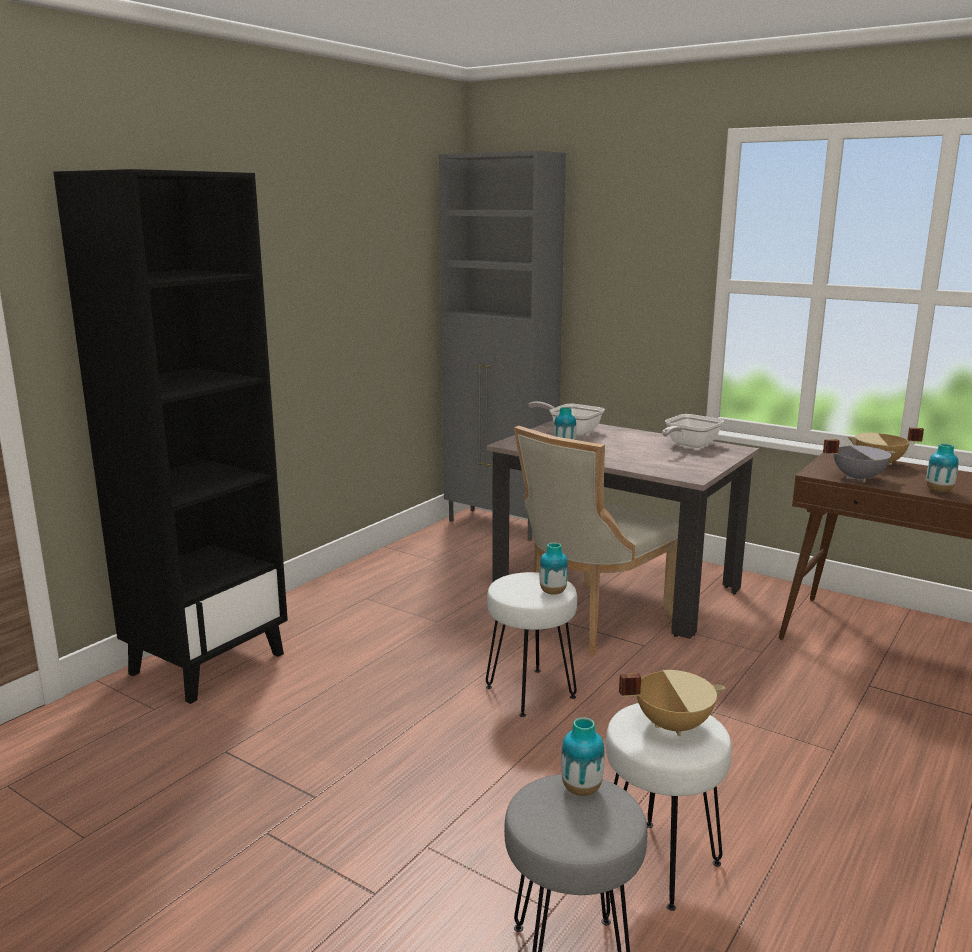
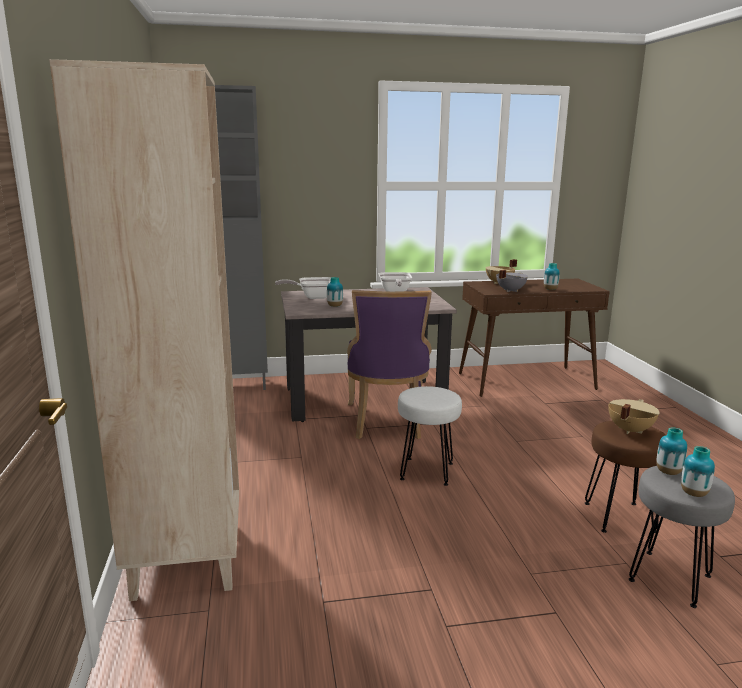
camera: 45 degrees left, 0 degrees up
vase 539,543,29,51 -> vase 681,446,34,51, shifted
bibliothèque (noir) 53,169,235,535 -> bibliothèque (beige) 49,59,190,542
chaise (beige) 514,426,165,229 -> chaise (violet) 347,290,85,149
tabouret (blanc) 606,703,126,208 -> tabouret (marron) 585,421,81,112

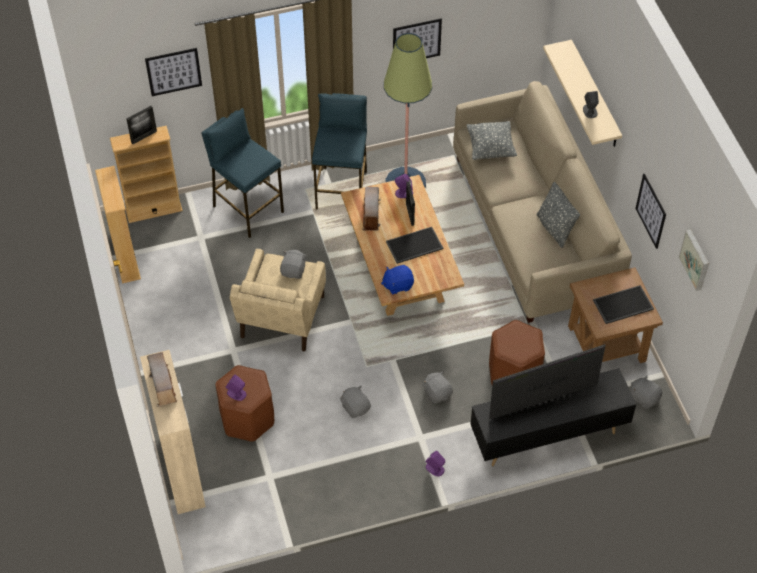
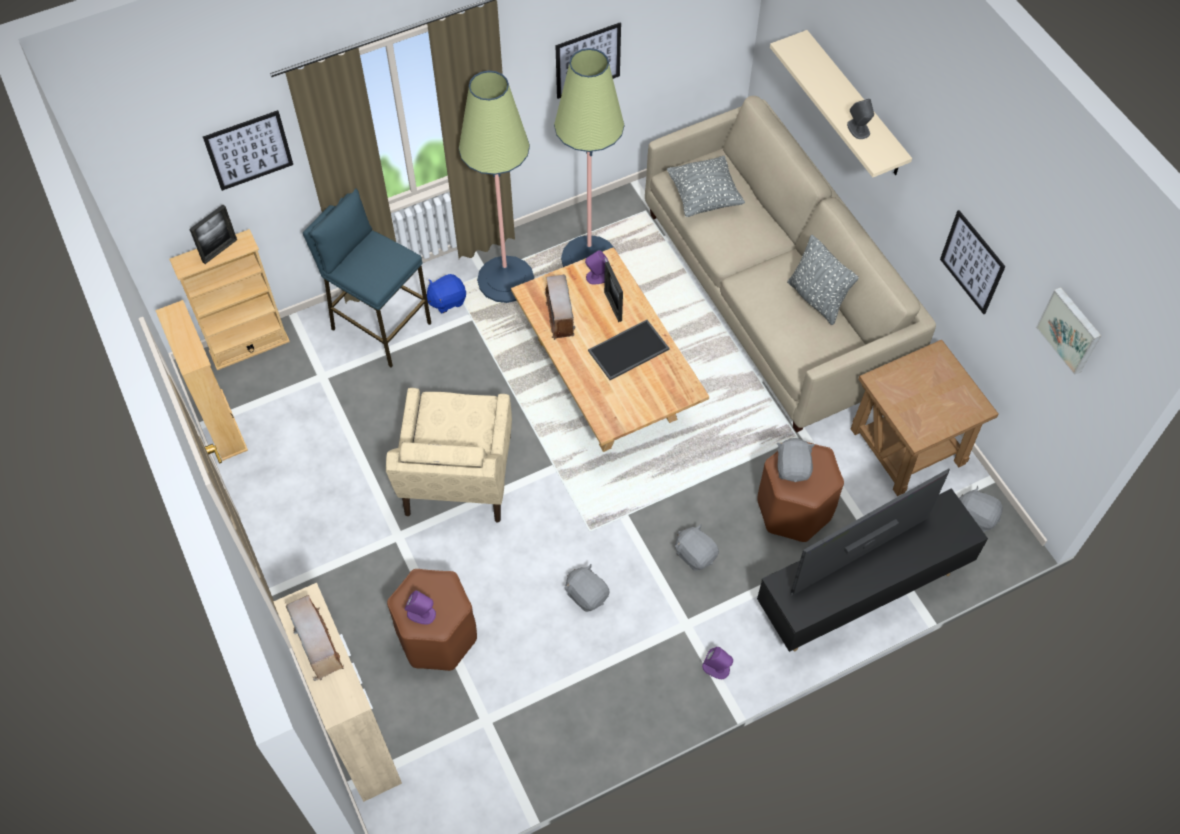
camera: 10 degrees left, 5 degrees up
plateau 593,285,61,39 -> none
peluche (gris) 280,250,27,29 -> peluche (gris) 777,438,38,44, shifted
peluche (bleu) 381,265,33,29 -> peluche (bleu) 427,274,39,40, shifted
tabouret (bleu) 312,93,55,117 -> lampadaire 459,71,75,232

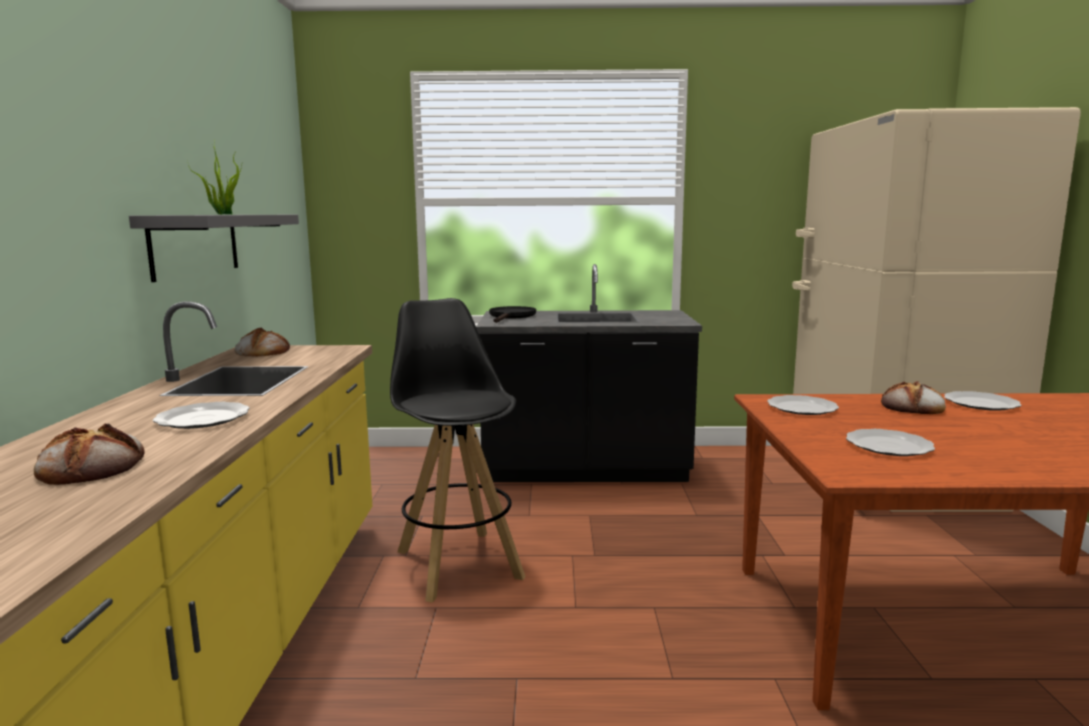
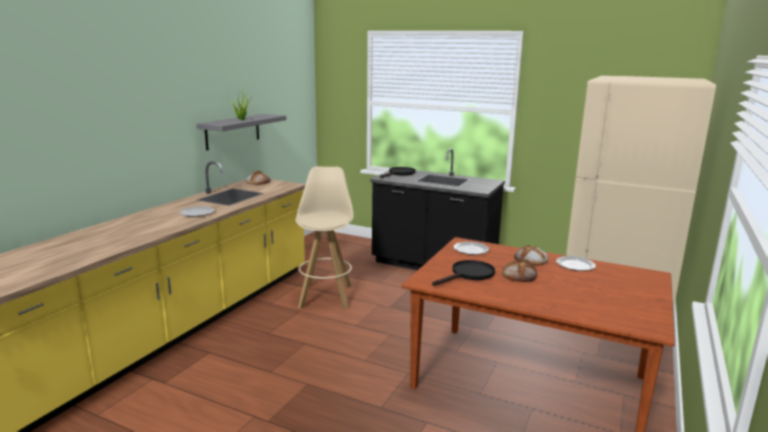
camera: 25 degrees right, 5 degrees up
pain 34,423,111,62 -> pain 502,260,35,22, shifted
assiette 846,429,89,27 -> poêle (noir) 432,260,63,26
tabouret (noir) 390,298,136,305 -> tabouret (beige) 295,166,59,144

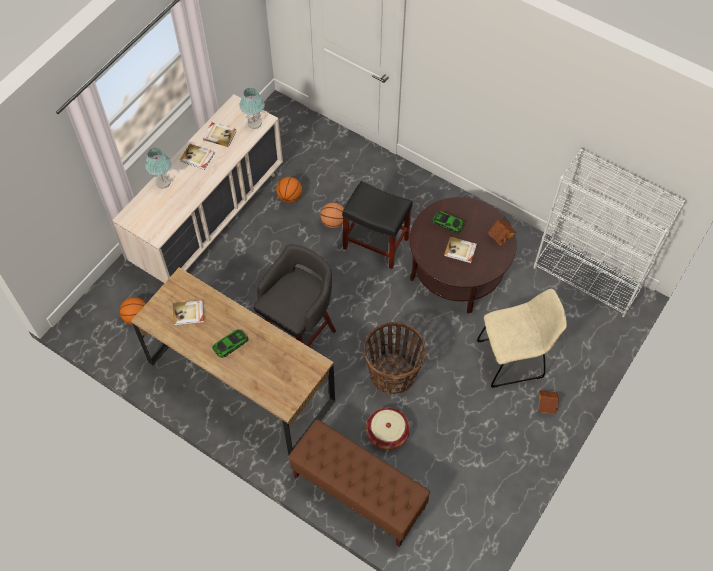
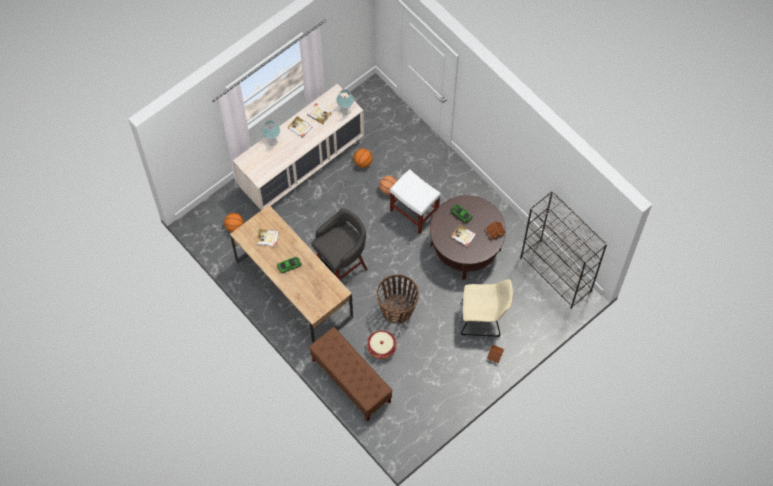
camera: 15 degrees right, 5 degrees up
tabouret (noir) 342,181,71,88 -> tabouret (blanc) 390,169,51,65
bibliothèque (blanc) 533,149,153,168 -> bibliothèque (noir) 521,191,86,118

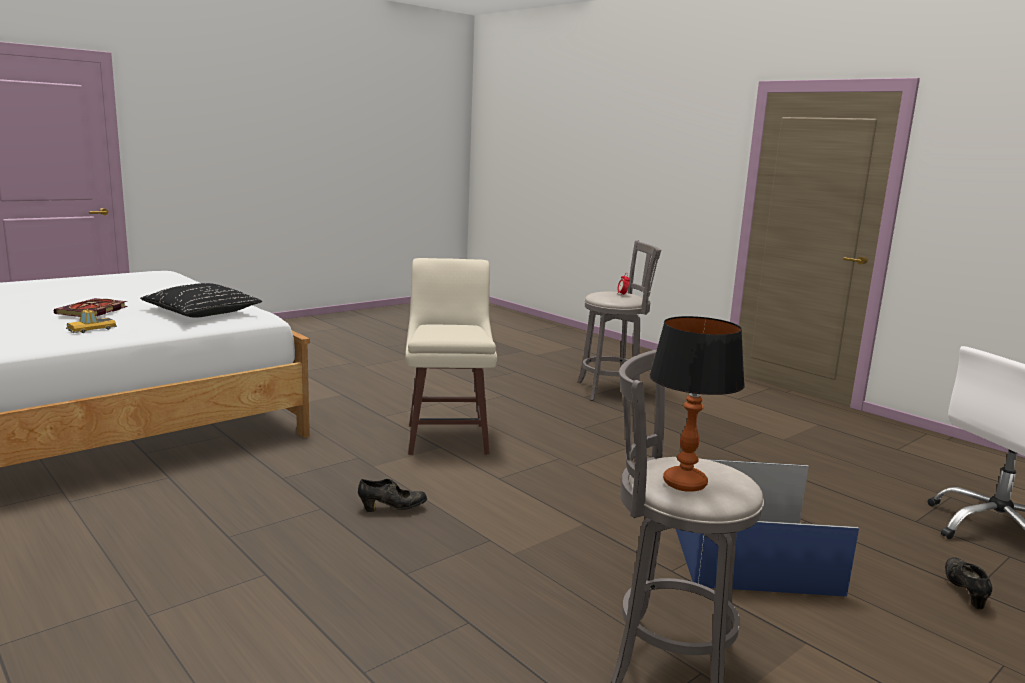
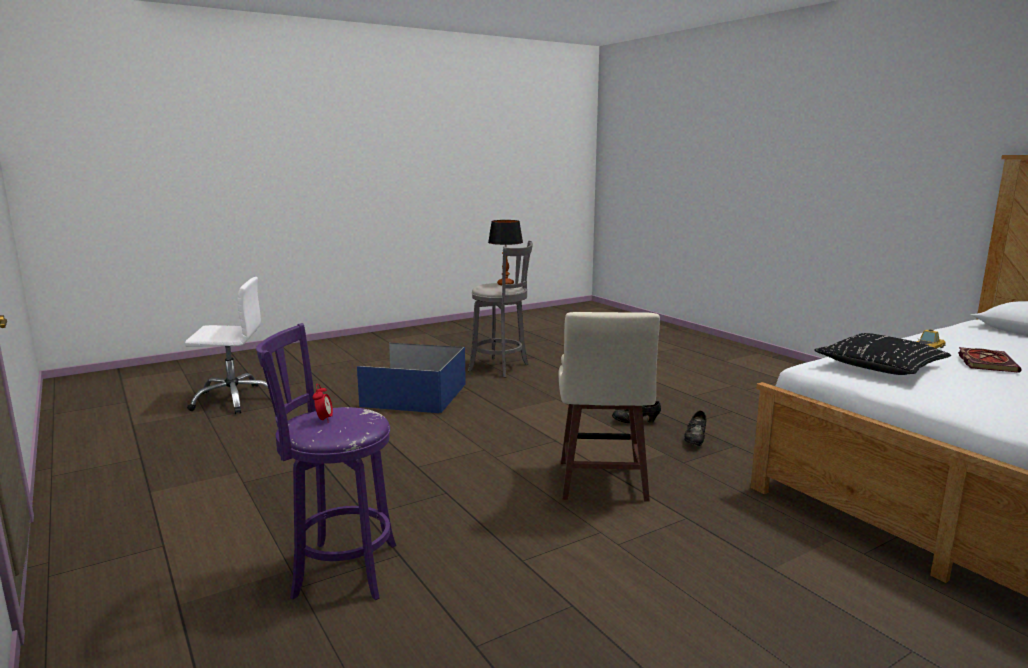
camera: 170 degrees left, 0 degrees up
chaussure (noir) 945,558,47,52 -> chaussure (noir) 684,411,22,35, shifted
tabouret (gris) 577,240,84,161 -> tabouret (violet) 256,323,140,277

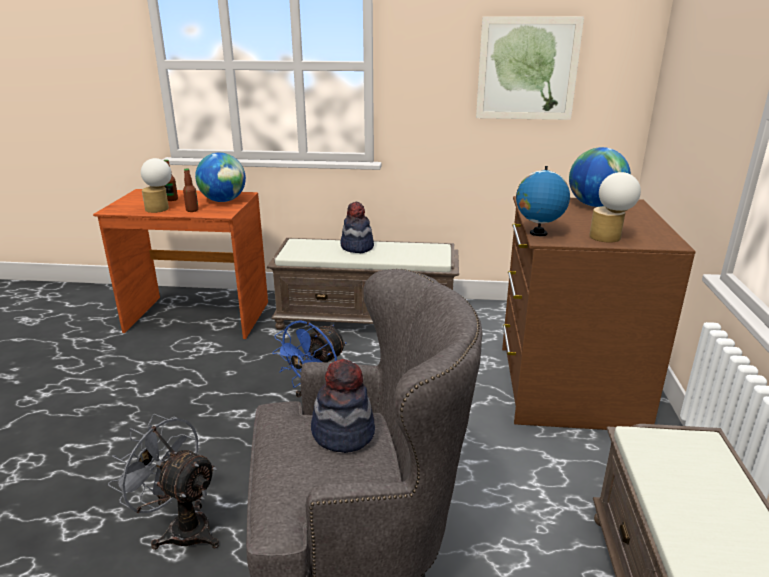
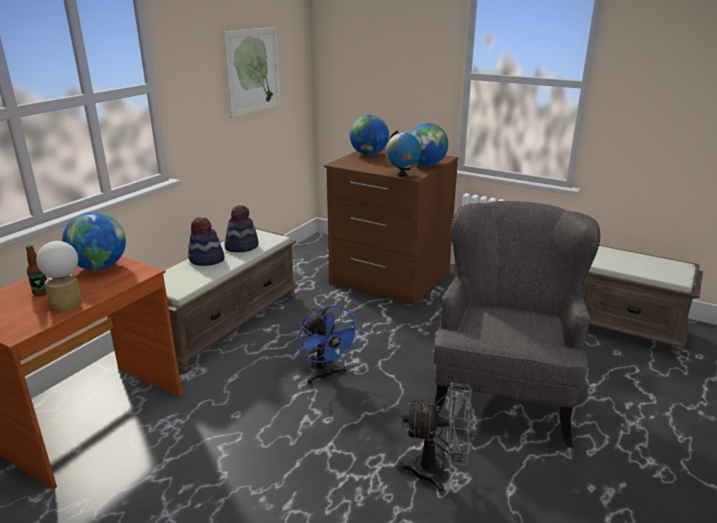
camera: 65 degrees left, 0 degrees up
bouteille 183,168,16,44 -> none
chapeau 311,359,64,94 -> chapeau 224,205,35,47, shifted
lampe de table 589,172,52,71 -> globe 409,123,39,43
ventilateur (gris) 108,414,111,136 -> ventilateur (gris) 397,382,75,111, 135 degrees counterclockwise

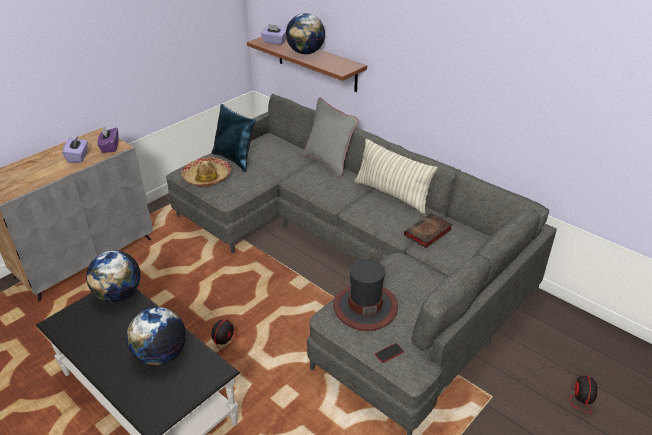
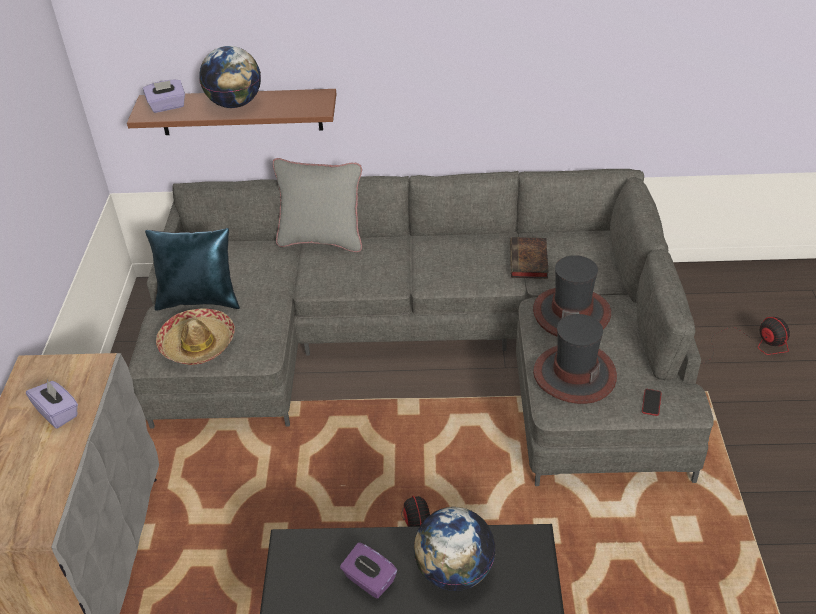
camera: 40 degrees left, 5 degrees up
globe 86,250,55,52 -> none
coussin 355,138,83,76 -> none
none -> chapeau 533,255,78,81
boîte à mouchoirs (violet) 97,127,22,26 -> boîte à mouchoirs (violet) 340,542,57,57, shifted

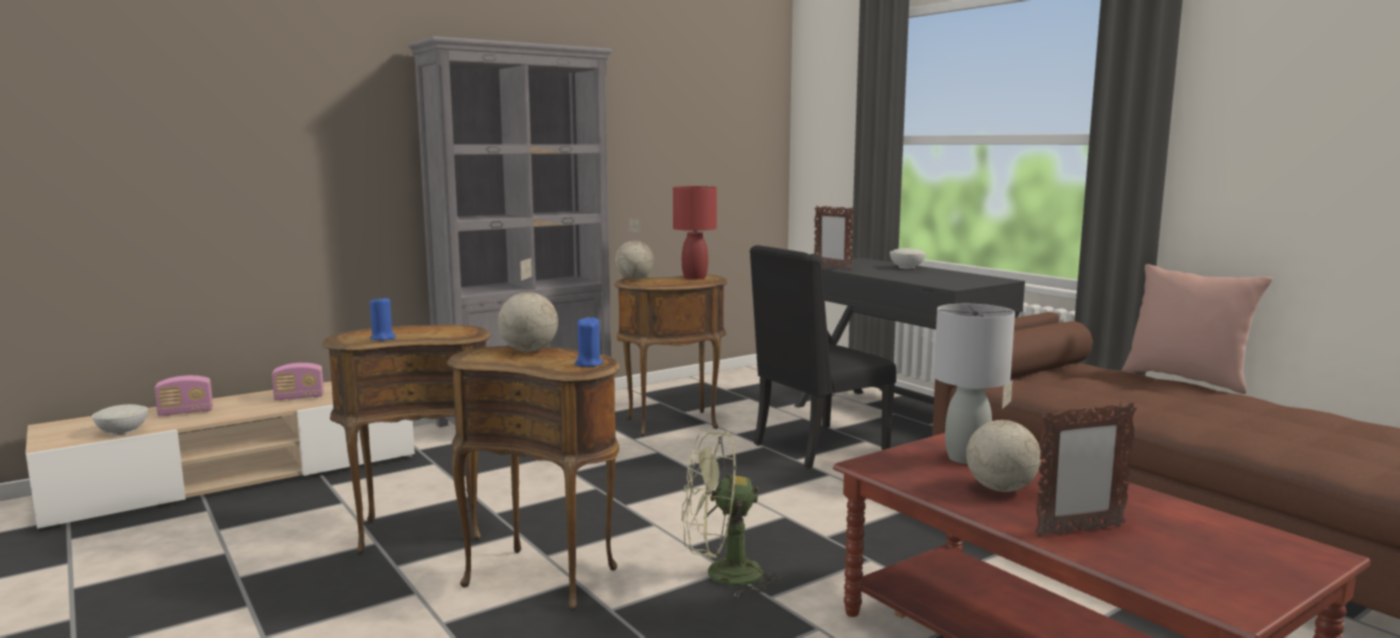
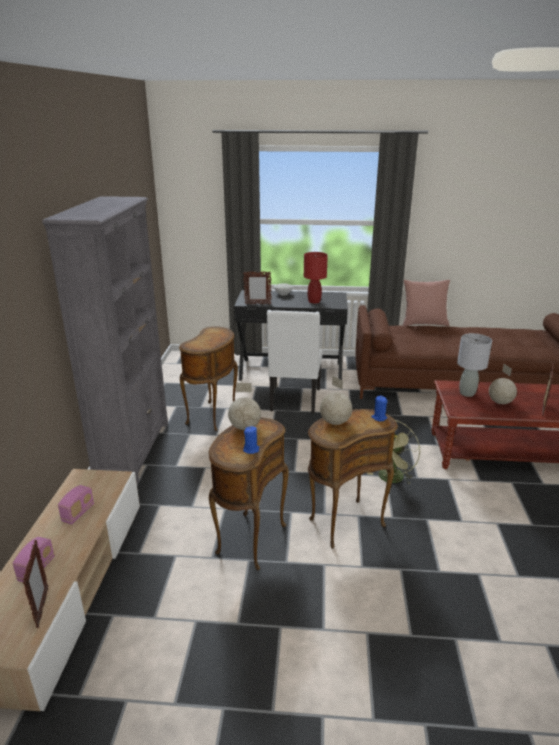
camera: 50 degrees left, 15 degrees up
globe 615,219,39,61 -> globe 228,383,33,47, shifted
lampe de table (rouge) 673,186,44,94 -> lampe de table (rouge) 304,252,24,52, shifted
bol (blanc) 92,404,56,31 -> cadre photo 23,540,25,88
chaise (noir) 750,245,146,224 -> chaise (blanc) 267,310,56,104

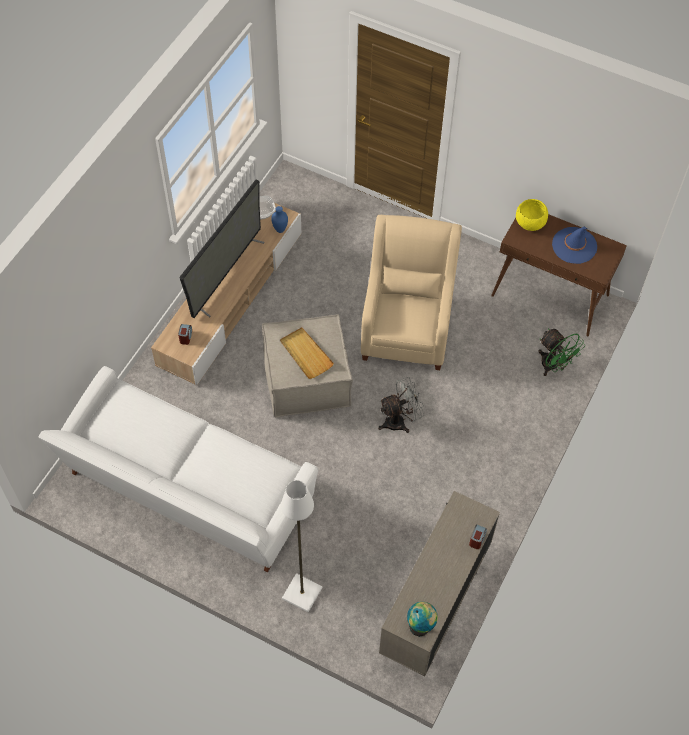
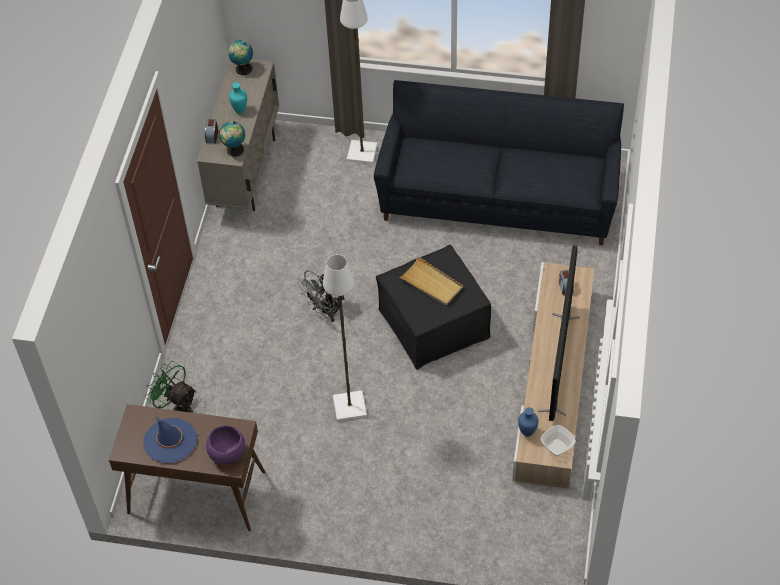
camera: 165 degrees right, 5 degrees down
none -> globe 219,121,26,36
none -> vase (turquoise) 229,82,18,32
fauteuil (beige) 361,215,101,155 -> lampadaire (blanc) 323,254,44,168
canapé (blanc) 39,366,279,206 -> canapé (noir) 374,80,250,165
pouf (beige) 262,314,91,104 -> pouf (noir) 376,244,115,126
bol (jaune) 516,199,32,32 -> bol (violet) 206,425,39,39

